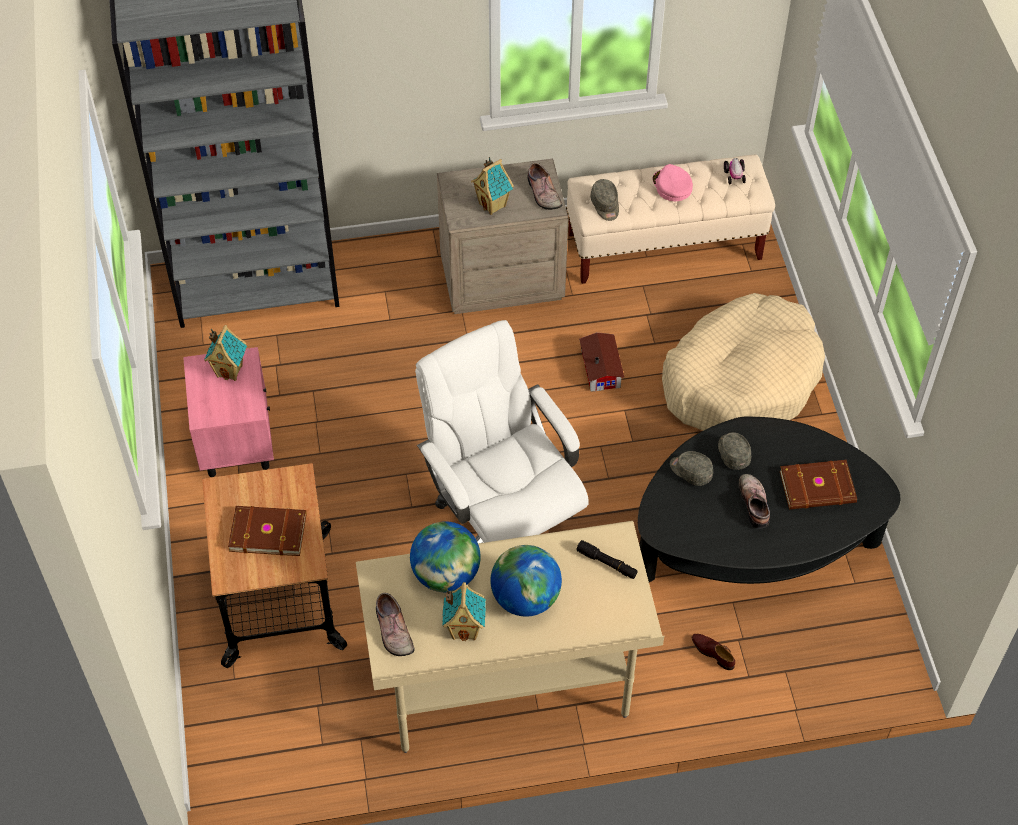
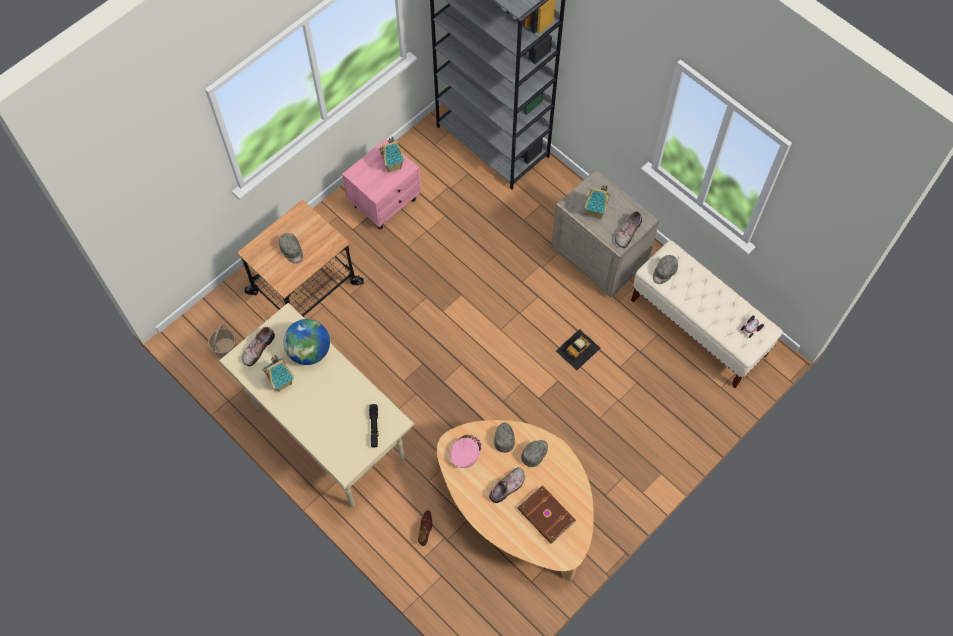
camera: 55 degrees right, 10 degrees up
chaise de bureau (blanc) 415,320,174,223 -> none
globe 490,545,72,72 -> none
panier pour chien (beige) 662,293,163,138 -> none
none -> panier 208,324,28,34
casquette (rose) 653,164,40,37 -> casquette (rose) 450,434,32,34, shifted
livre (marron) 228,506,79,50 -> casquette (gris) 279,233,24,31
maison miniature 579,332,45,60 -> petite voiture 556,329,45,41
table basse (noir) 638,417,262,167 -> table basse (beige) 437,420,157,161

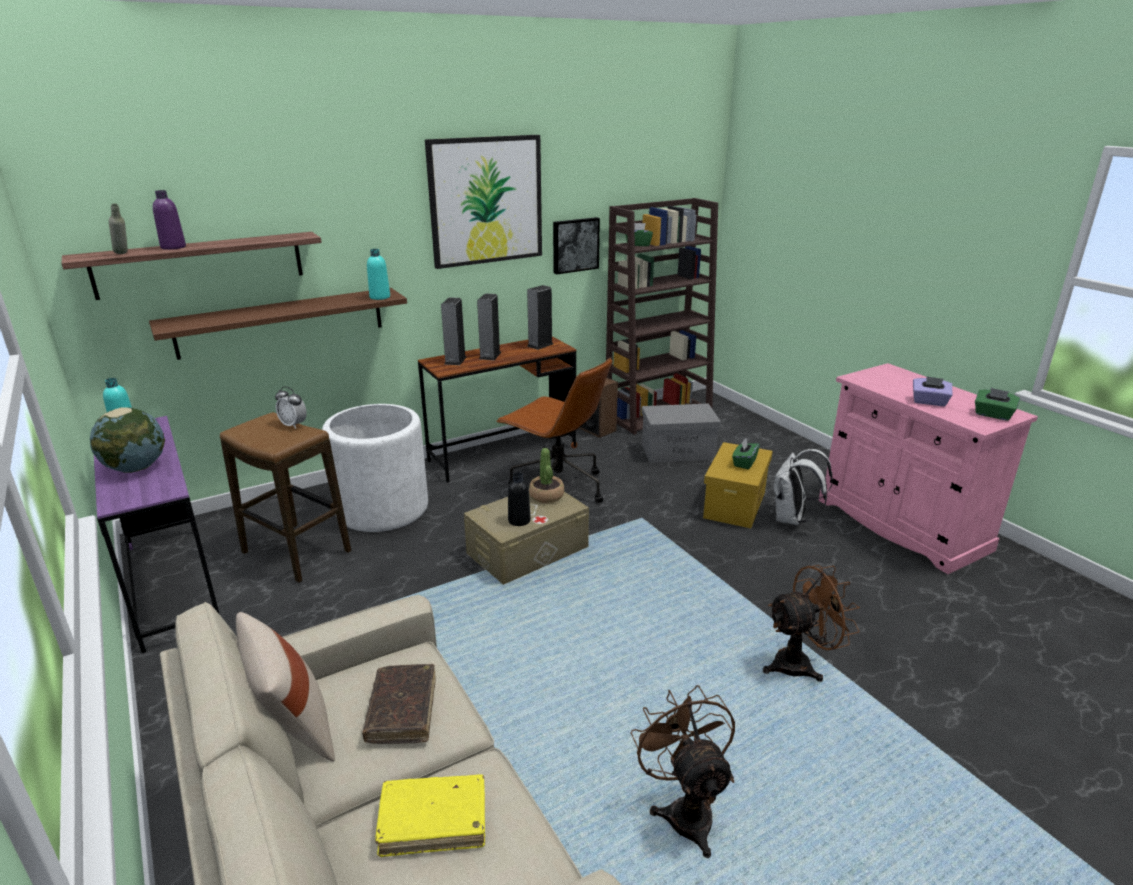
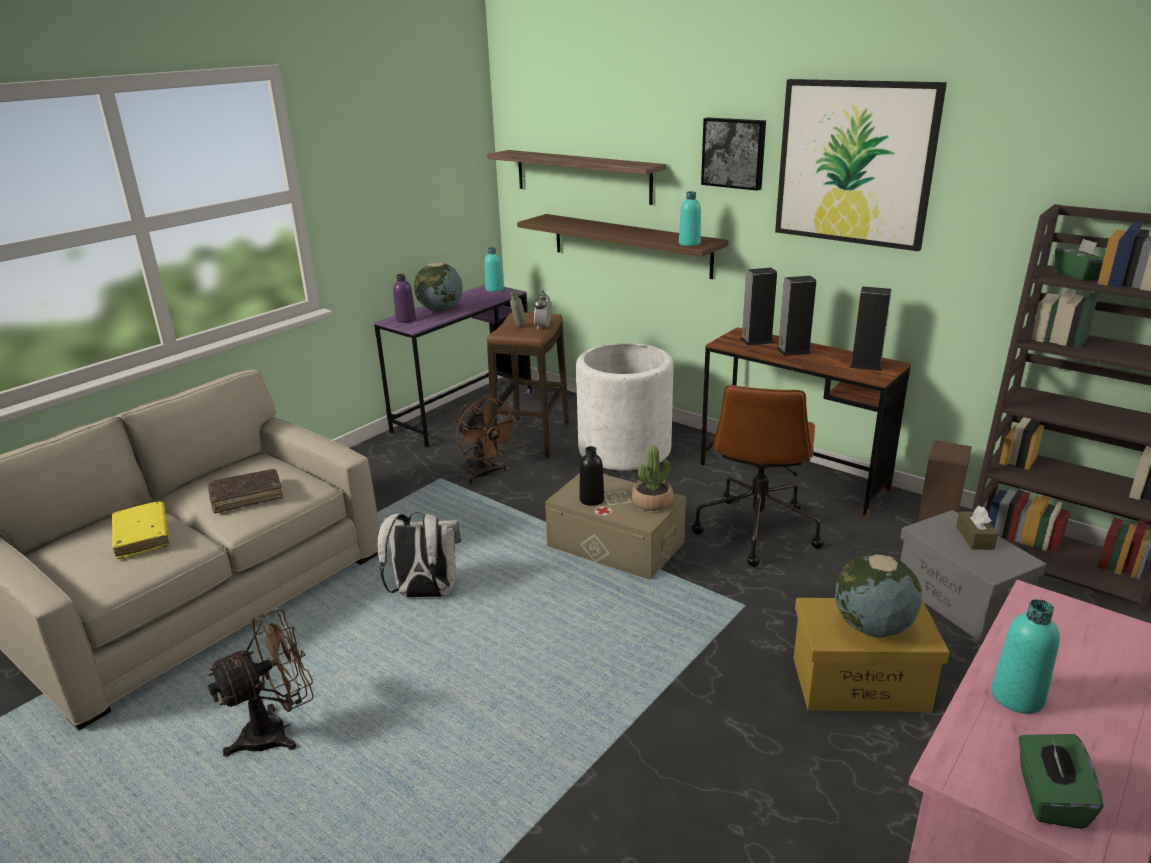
camera: 70 degrees right, 0 degrees up
coussin (beige) 236,612,99,150 -> none
none -> boîte à mouchoirs (marron) 956,505,42,45
bouteille (gris) 109,203,19,51 -> bouteille (gris) 510,289,16,38, shifted
bouteille (violet) 153,190,33,60 -> bouteille (violet) 393,274,23,49, shifted
tableau 553,217,47,57 -> tableau 701,118,65,73, shifted
ventilateur (marron) 763,565,97,117 -> ventilateur (marron) 454,398,65,86, shifted
sac à dos (blanc) 774,449,59,77 -> sac à dos (blanc) 377,512,84,85, shifted
boîte à mouchoirs (vert) 732,439,28,30 -> globe 835,554,87,84
boîte à mouchoirs (violet) 913,376,40,30 -> bouteille (turquoise) 991,599,69,115

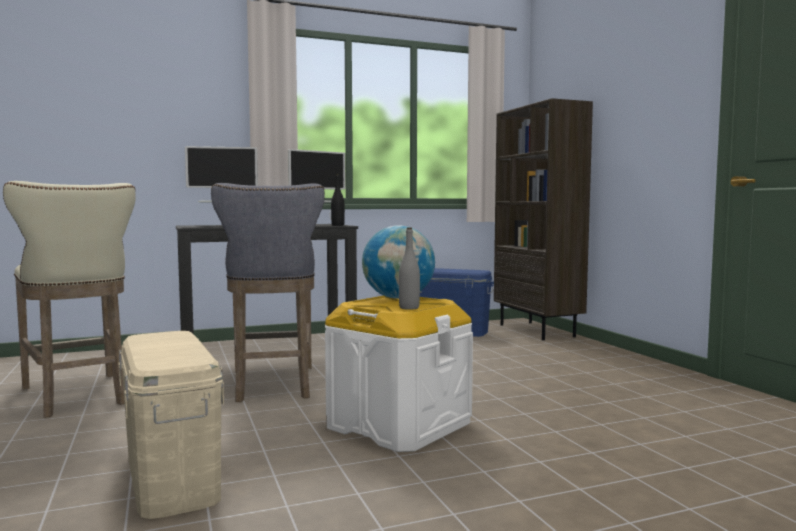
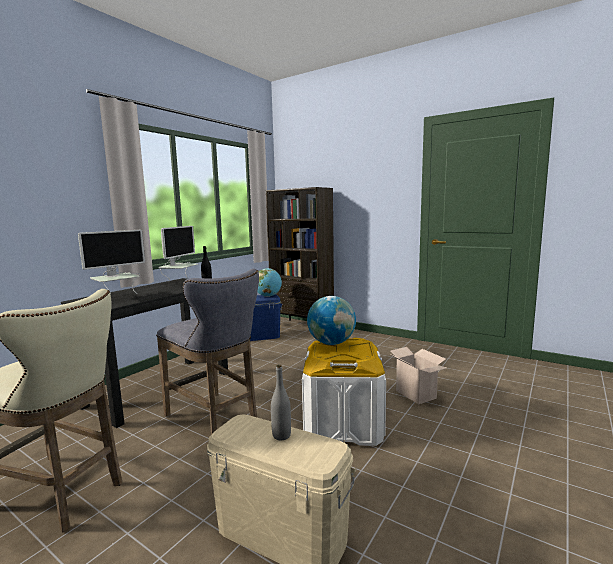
camera: 35 degrees left, 5 degrees up
none -> globe 258,268,24,29
none -> carton 390,347,56,57
bouteille (gris) 399,228,21,82 -> bouteille (gris) 271,364,20,76, shifted

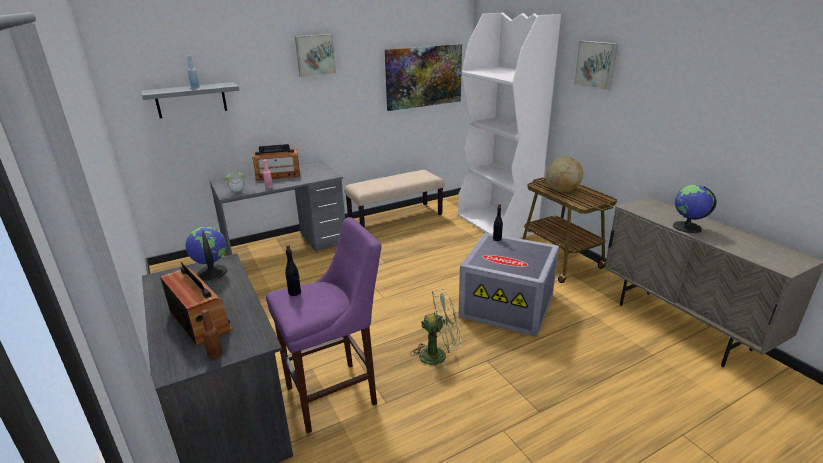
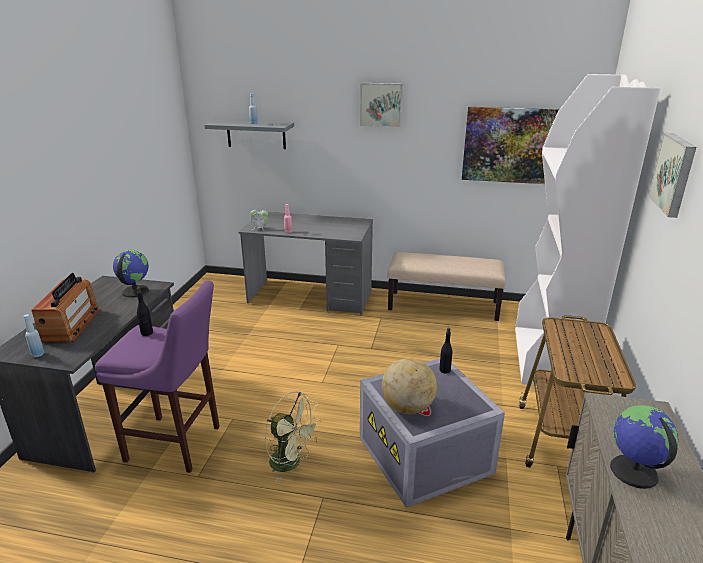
camera: 40 degrees right, 0 degrees up
radio 252,144,48,36 -> none
globe 546,156,37,36 -> globe 382,358,55,56, shifted
bouteille (marron) 201,309,22,50 -> bouteille (bleu) 23,314,21,43

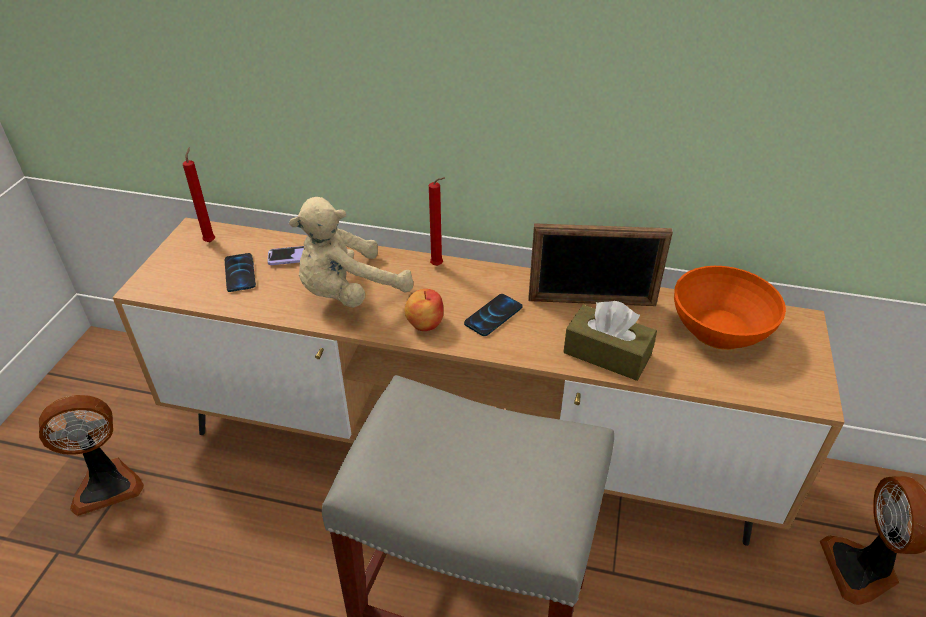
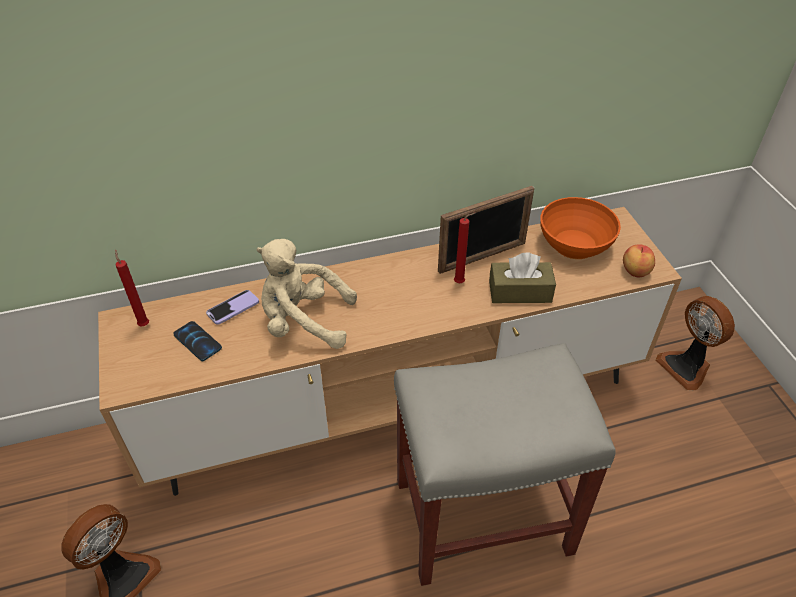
camera: 30 degrees left, 5 degrees up
téléphone 464,294,59,42 -> none
pomme 404,289,40,42 -> pomme 623,244,32,33, shifted
bougie (rouge) 429,177,16,89 -> bougie (rouge) 454,213,21,70, shifted
peluche (beige) 289,197,124,111 -> peluche (beige) 257,239,100,110, 75 degrees clockwise

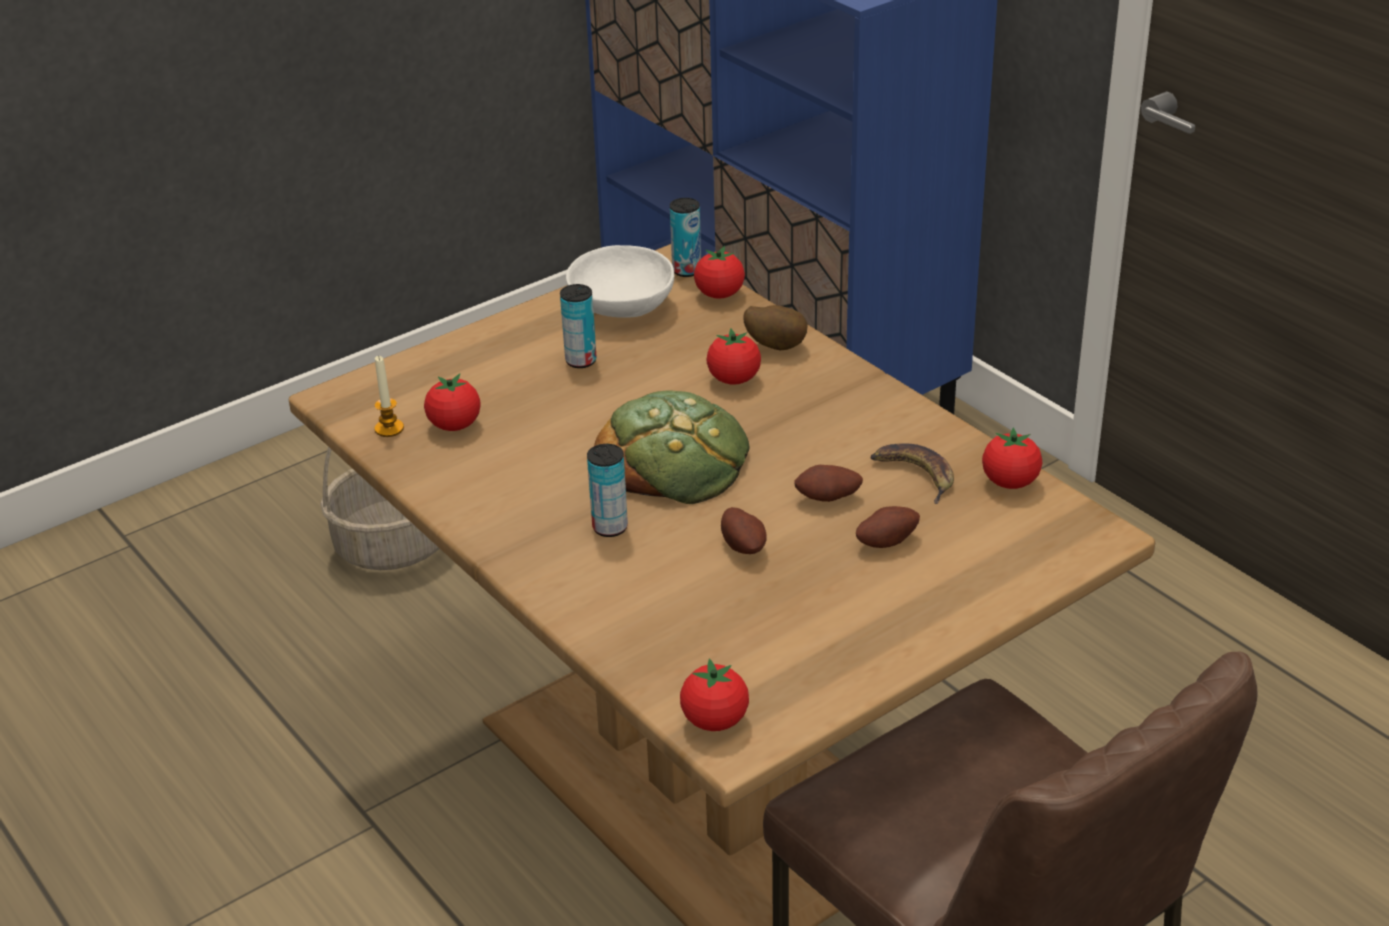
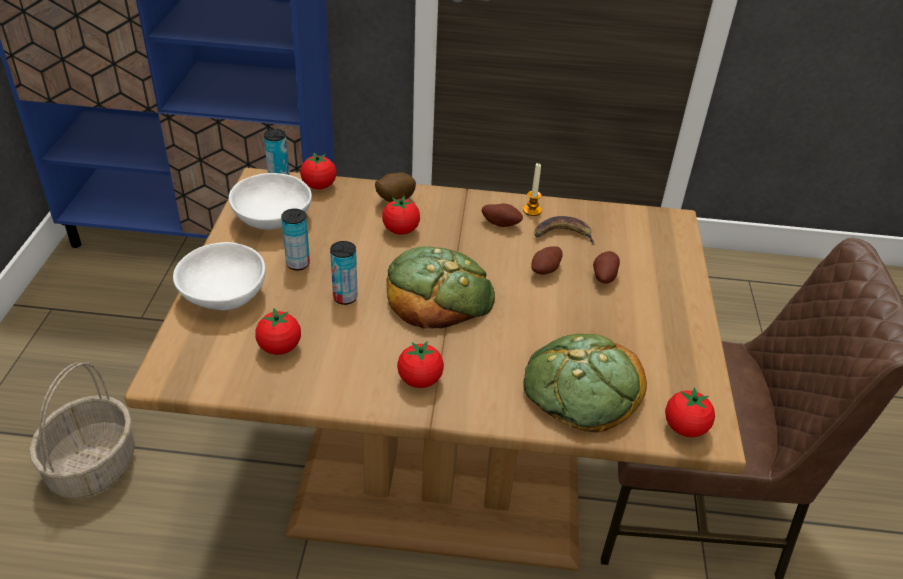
camera: 50 degrees left, 5 degrees up
none -> bol (blanc) 173,242,93,68
none -> pain 523,334,124,99
bougie 374,355,30,82 -> bougie 523,163,19,53, shifted
boîte métallique 587,444,41,93 -> boîte métallique 330,241,28,64, shifted
pomme de terre 721,507,46,47 -> pomme de terre 482,204,41,23, shifted
tomate 982,427,60,62 -> tomate 397,341,47,47, shifted

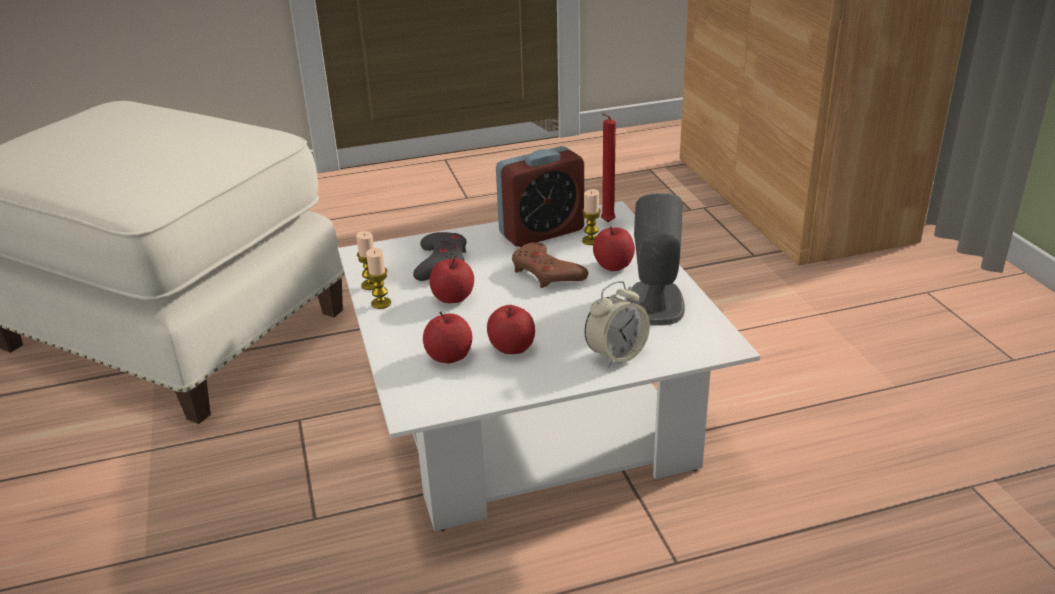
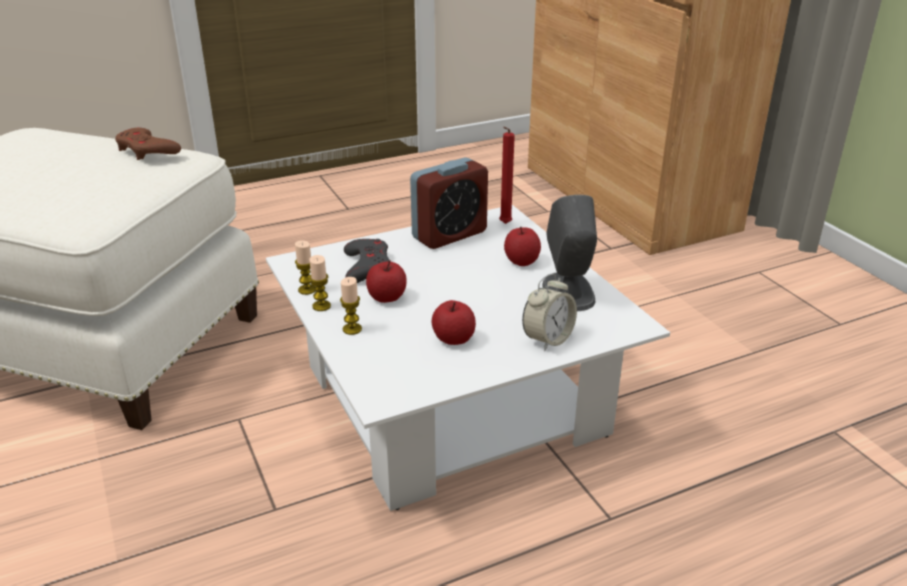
camera: 10 degrees left, 0 degrees up
pomme 423,311,49,53 -> none
manette (marron) 512,242,76,46 -> manette (marron) 115,128,66,32, shifted
bougie 582,189,19,56 -> bougie 340,277,22,58, shifted

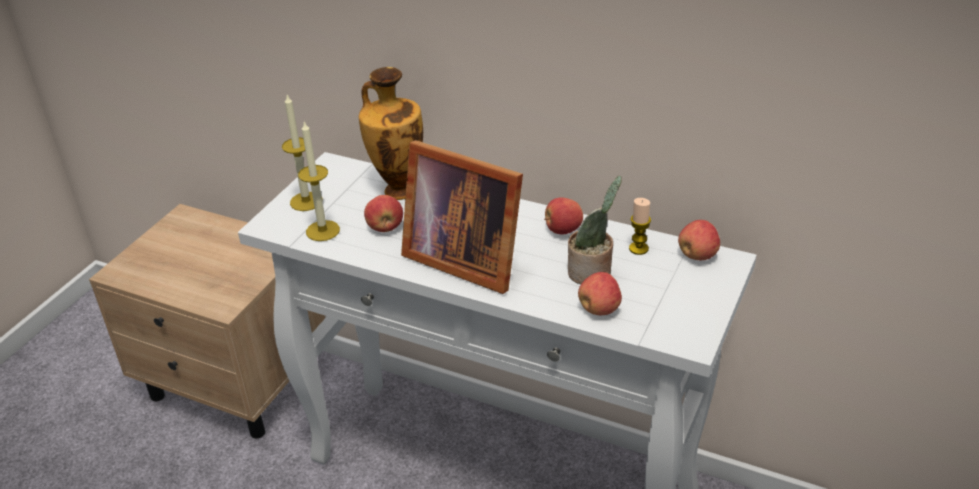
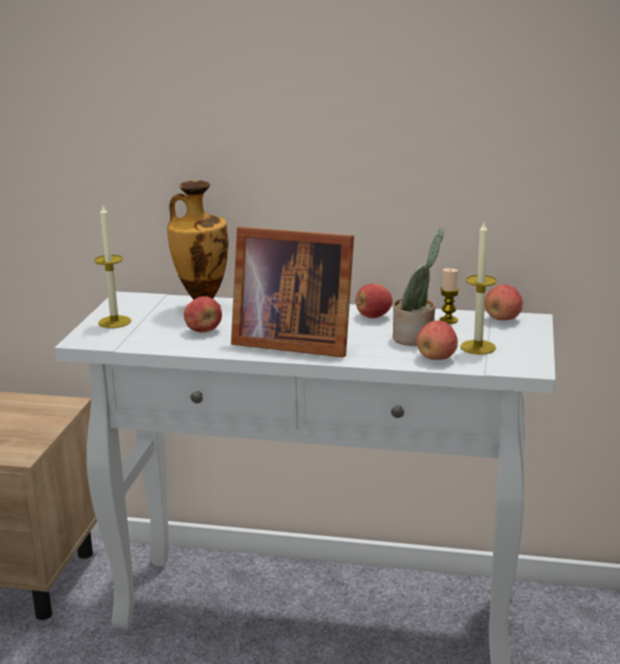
camera: 15 degrees left, 15 degrees down
bougie 298,121,42,120 -> bougie 460,222,37,133, shifted

